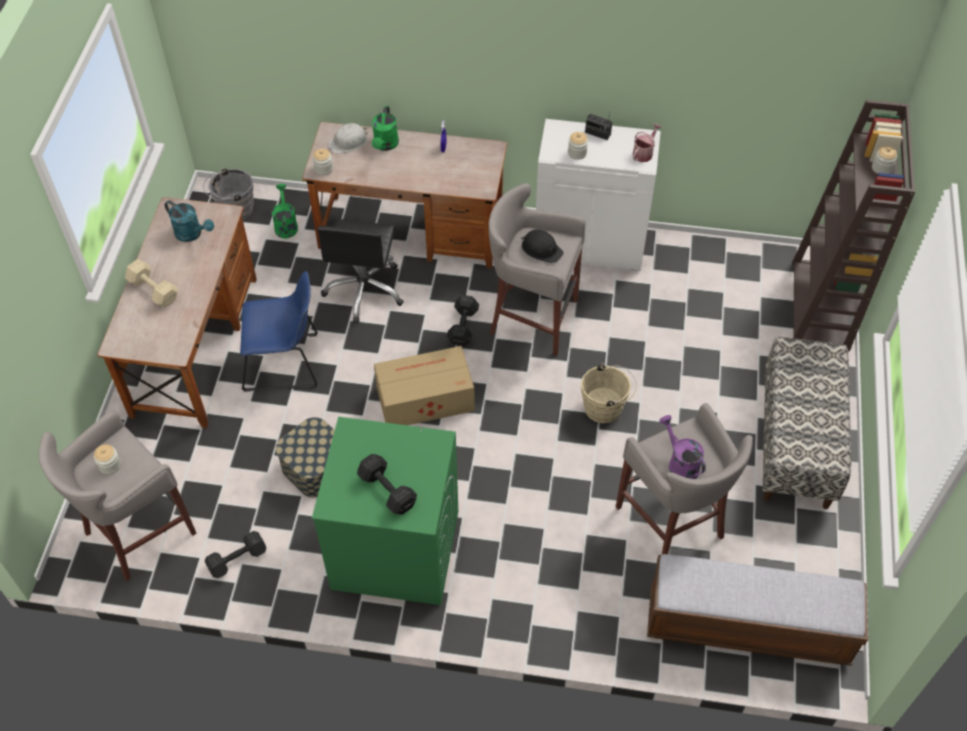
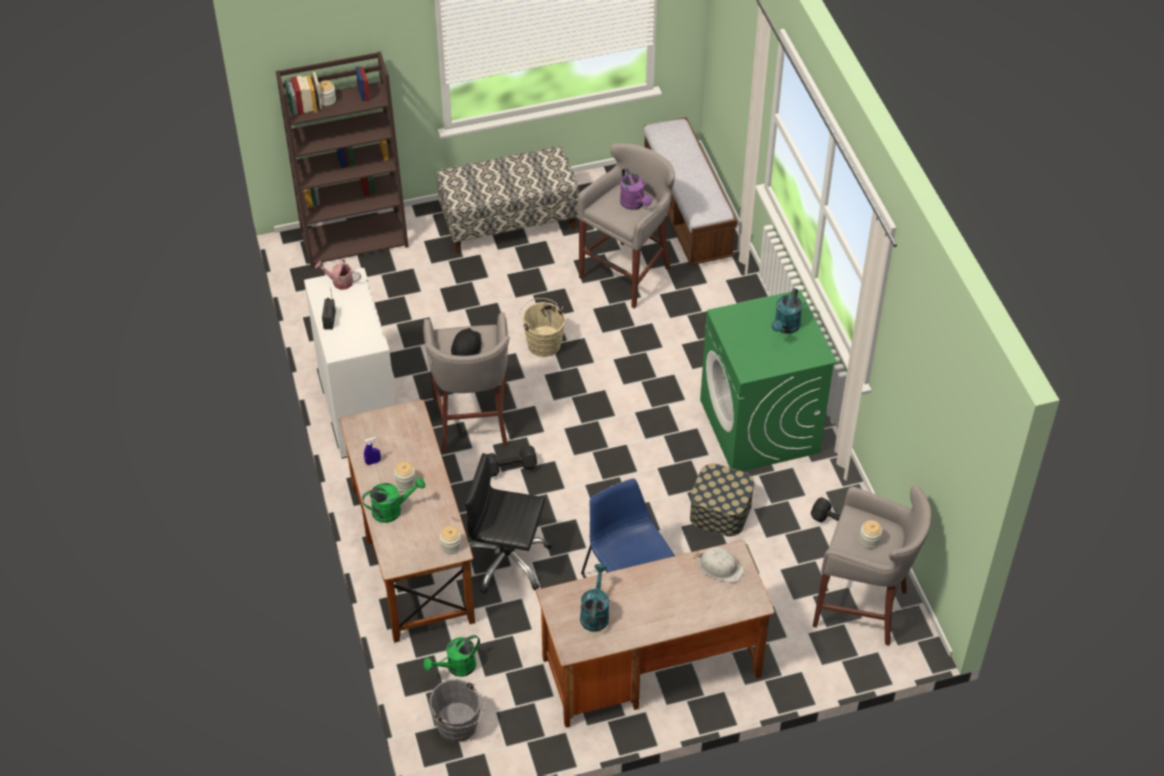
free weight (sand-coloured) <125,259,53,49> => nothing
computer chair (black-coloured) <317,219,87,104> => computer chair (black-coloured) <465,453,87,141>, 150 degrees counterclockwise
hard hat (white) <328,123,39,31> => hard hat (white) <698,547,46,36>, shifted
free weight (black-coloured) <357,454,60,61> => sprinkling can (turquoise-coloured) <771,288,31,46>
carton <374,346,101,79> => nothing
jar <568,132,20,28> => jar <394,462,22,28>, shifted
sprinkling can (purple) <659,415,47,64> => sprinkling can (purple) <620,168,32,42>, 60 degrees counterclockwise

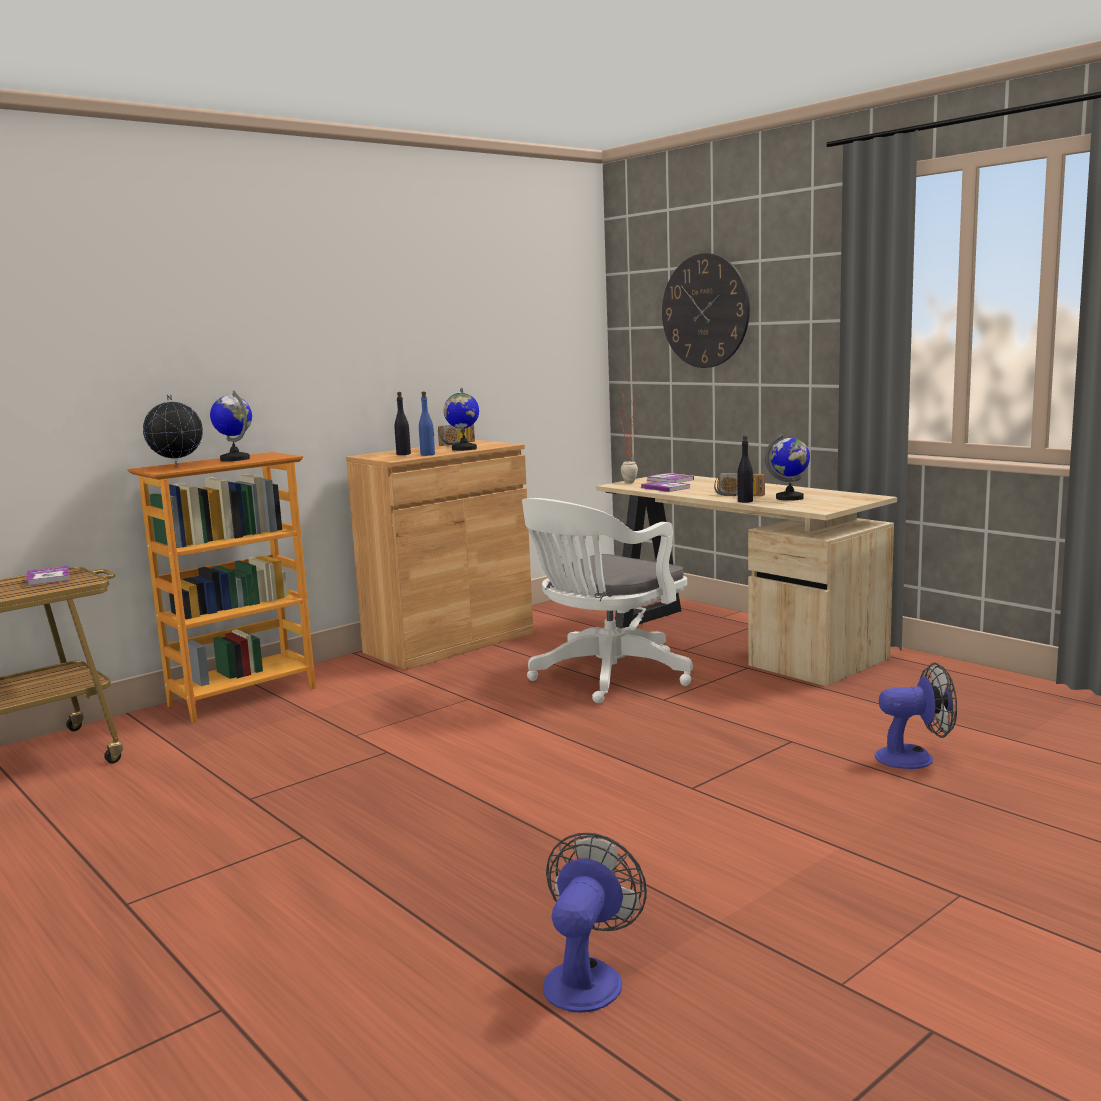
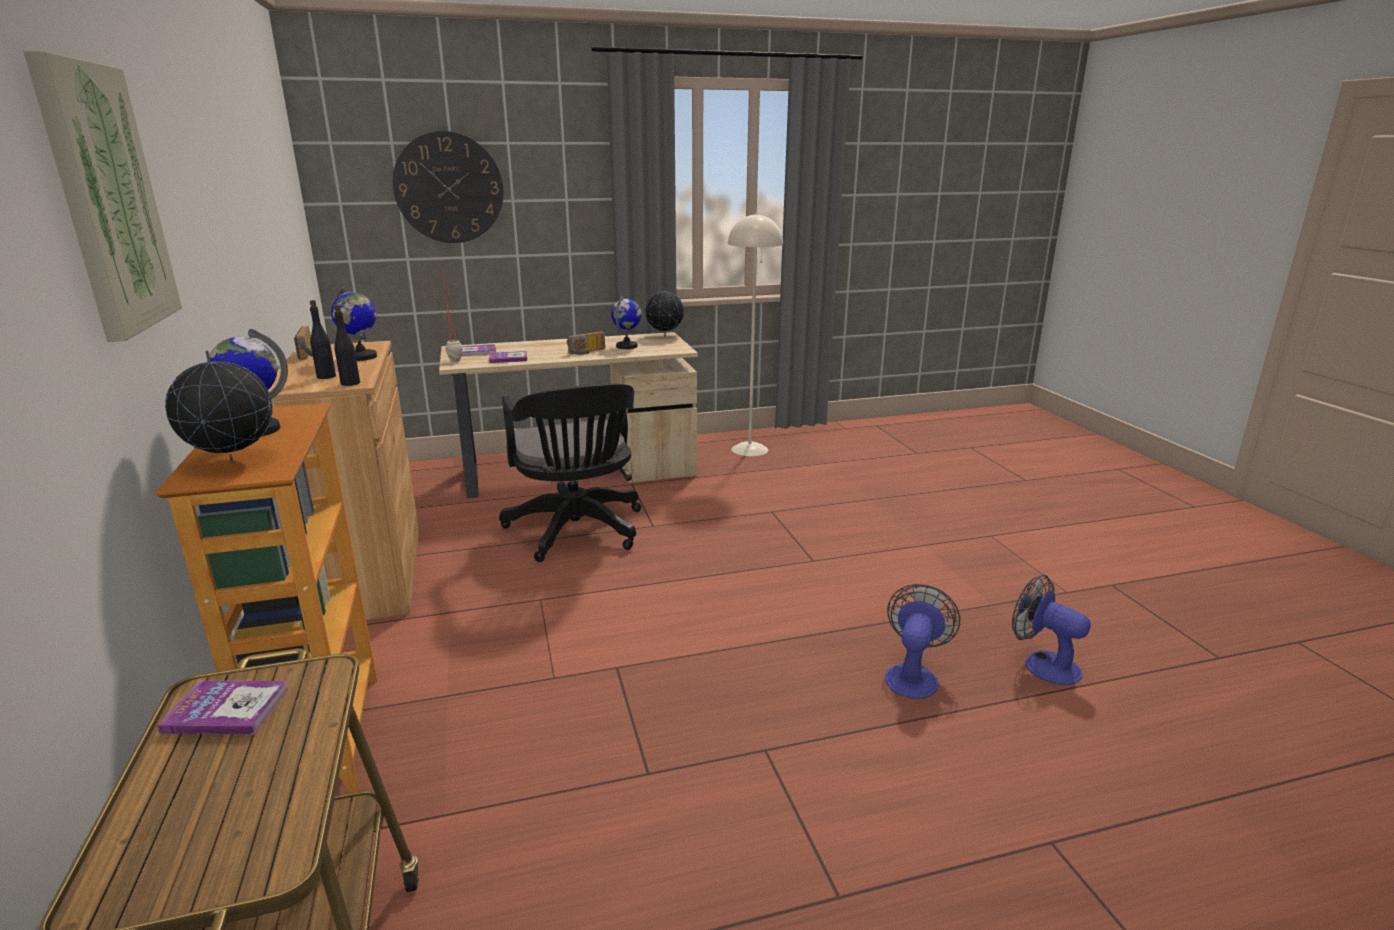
drink bottle (bluish) <419,392,16,64> => nothing
computer chair (white) <522,498,171,205> => computer chair (black-coloured) <499,384,142,178>
drink bottle (black-coloured) <738,436,16,67> => drink bottle (black-coloured) <334,305,26,81>, shifted
electric fan <875,663,82,106> => electric fan <885,584,75,115>, shifted
nothing => picture <23,51,159,291>
nothing => world globe <645,287,39,50>
nothing => standing lamp (sand-coloured) <728,213,55,243>

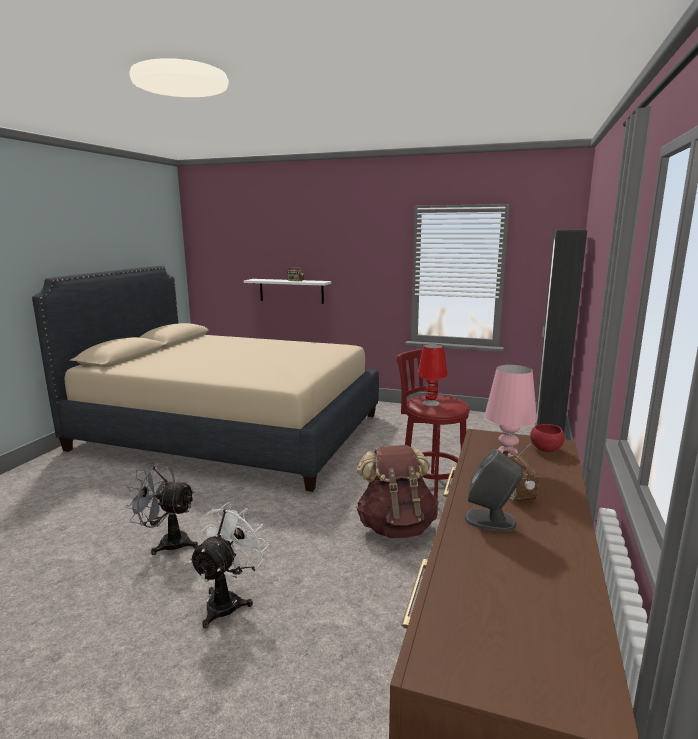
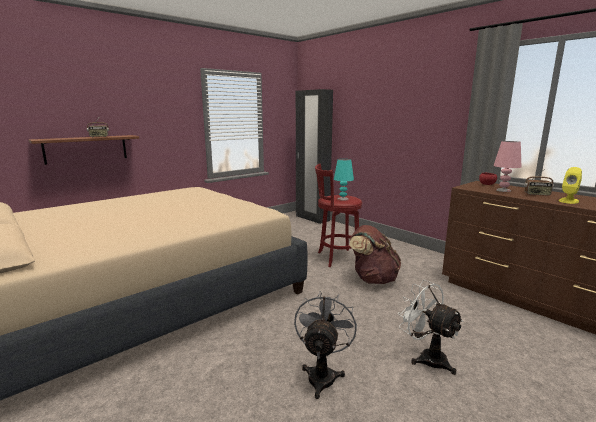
electric fan (greyish) <125,462,73,93> => electric fan (greyish) <294,291,63,108>, 150 degrees clockwise
bracket shelf (white) <244,279,87,25> => bracket shelf (brownish) <28,135,111,30>
lamp for a table (red-coloured) <417,344,31,62> => lamp for a table (turquoise-coloured) <334,159,20,42>
loudspeaker (greyish) <464,449,59,83> => loudspeaker (yellow-coloured) <559,167,23,37>

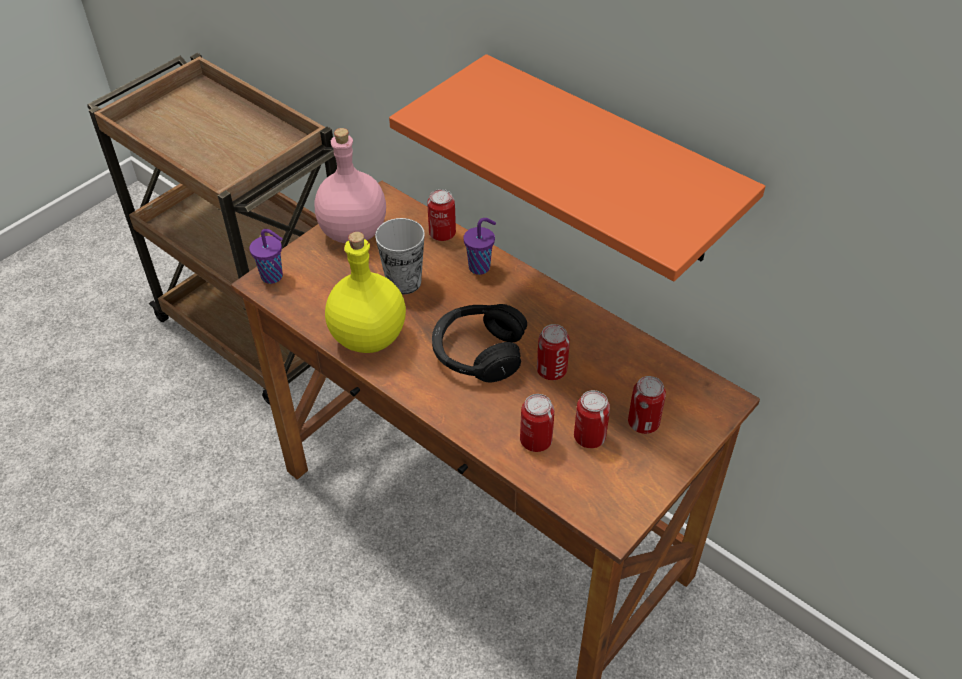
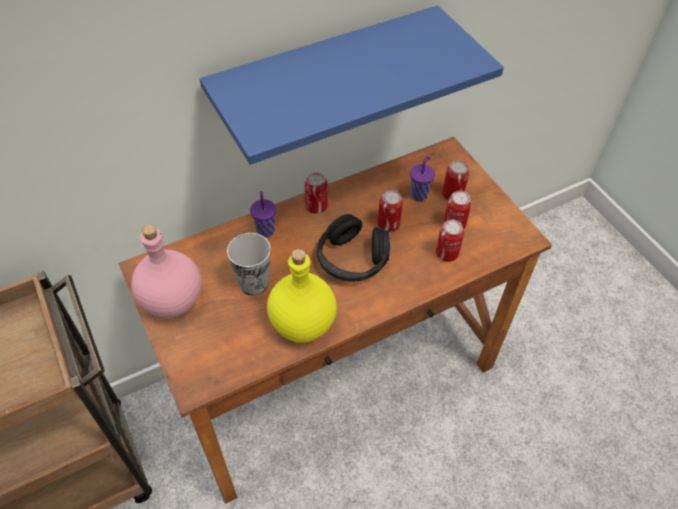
cup (purple) <249,229,34,55> => cup (purple) <410,156,25,45>, shifted
bracket shelf (orange-coloured) <389,54,376,227> => bracket shelf (bluish) <200,5,304,160>
metal can <427,189,29,52> => metal can <305,172,23,42>, shifted

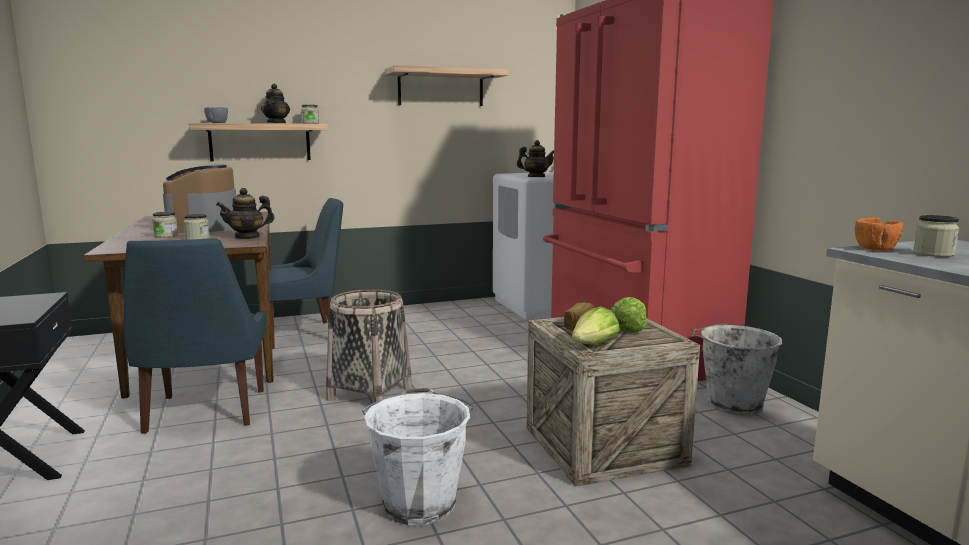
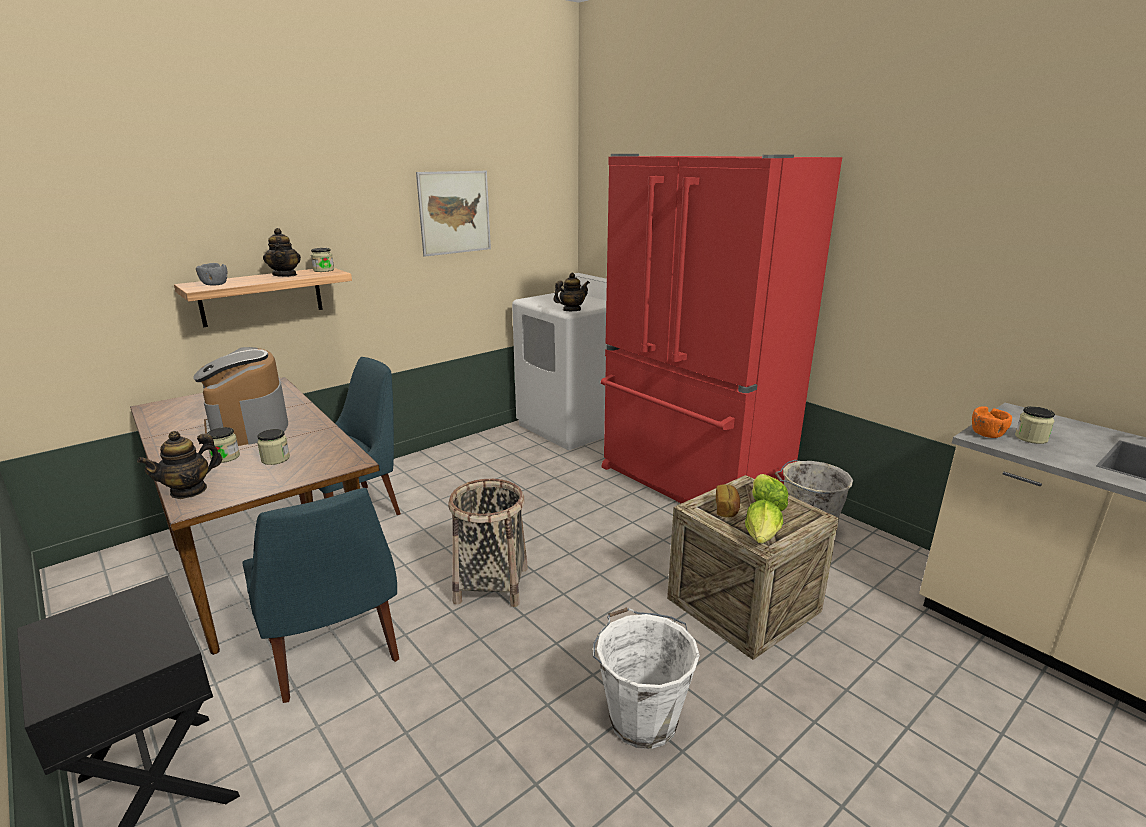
tea pot <216,188,58,51> => tea pot <137,431,85,68>, shifted
bracket shelf <385,65,124,41> => picture <416,171,75,86>

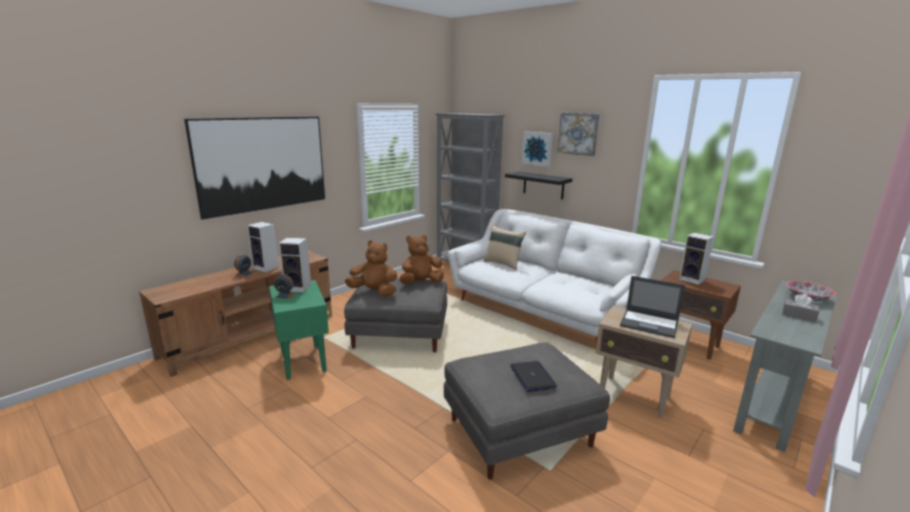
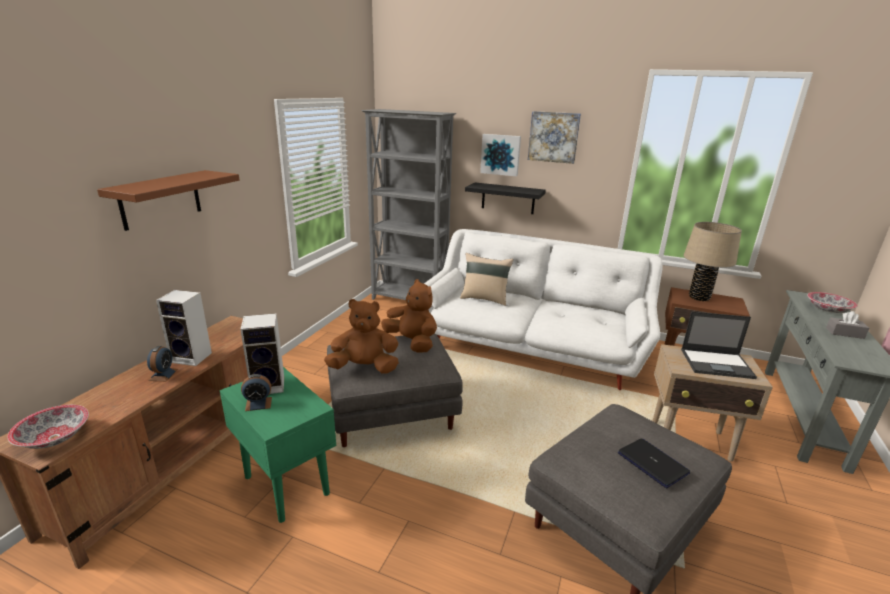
picture <184,117,141,103> => bracket shelf (brownish) <97,170,142,61>
plush toy (brownish) <399,235,45,49> => plush toy (brownish) <381,279,56,74>, 90 degrees clockwise
loudspeaker <679,233,35,52> => lamp for a table (sand-coloured) <684,222,58,79>
nothing => serving bowl <7,405,82,44>

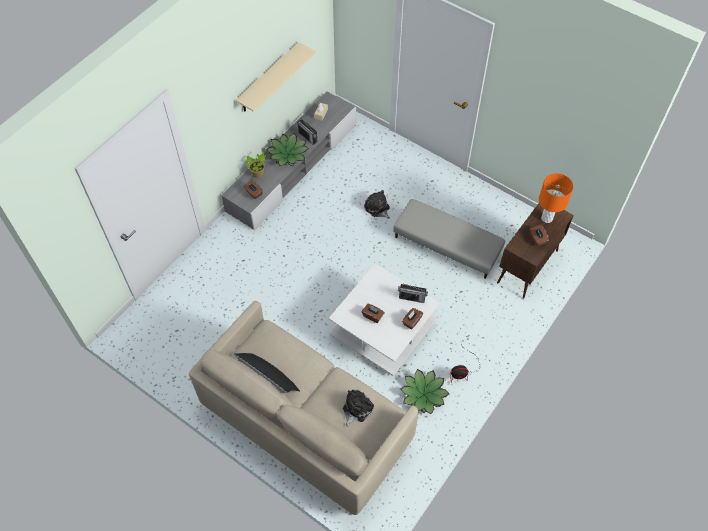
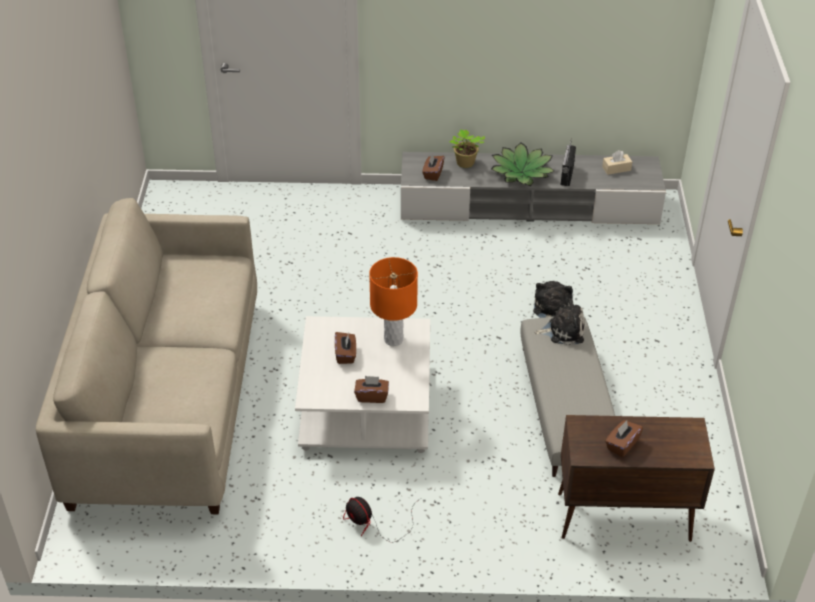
pillow (black-coloured) <234,353,66,40> => nothing
bracket shelf (sand-coloured) <236,42,80,70> => nothing
plush toy <343,390,31,37> => plush toy <535,298,50,47>, shifted
radio set <398,283,30,20> => nothing
plant in a pot <401,369,49,45> => nothing
lamp for a table (orange-coloured) <539,173,35,50> => lamp for a table (orange-coloured) <369,257,49,89>, shifted

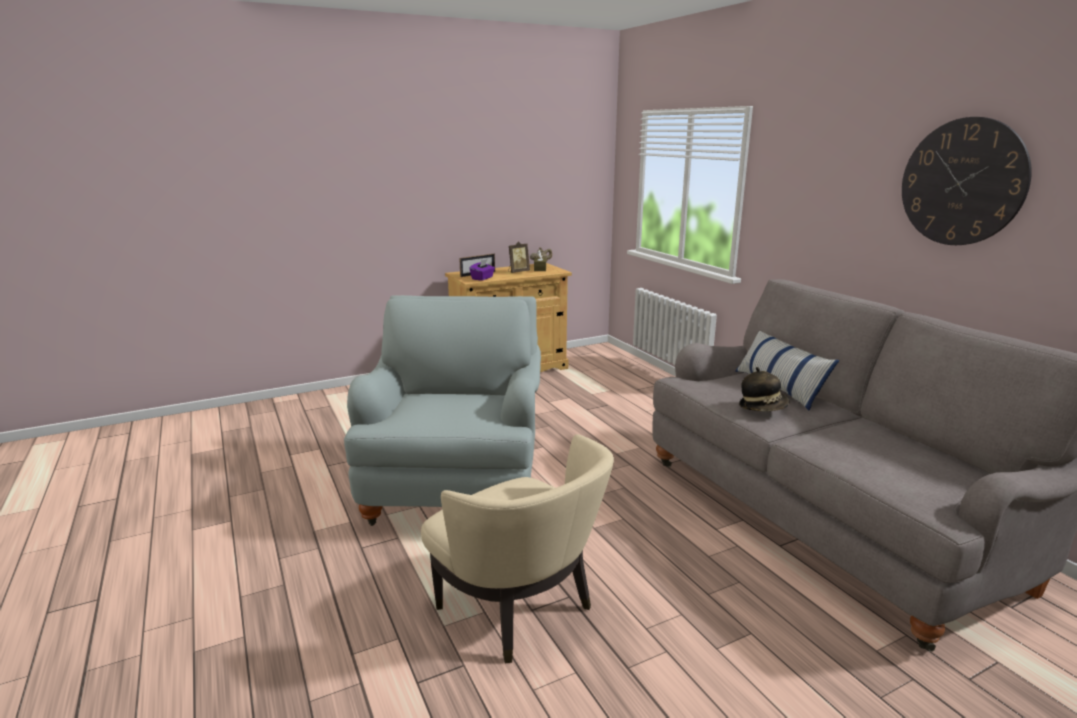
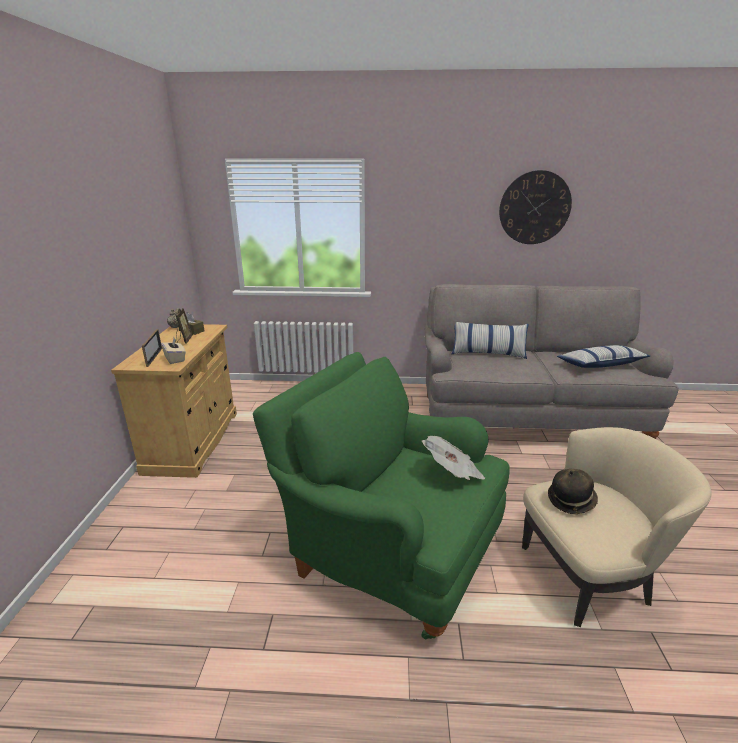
armchair (greyish) <344,295,197,231> => armchair (green) <253,352,257,287>
tissue box (purple) <469,259,26,22> => tissue box (sand-coloured) <161,338,25,26>
clothing hat <739,367,50,45> => clothing hat <548,469,50,45>, shifted
nothing => daily paper <422,436,63,44>
nothing => pillow <557,345,93,23>

